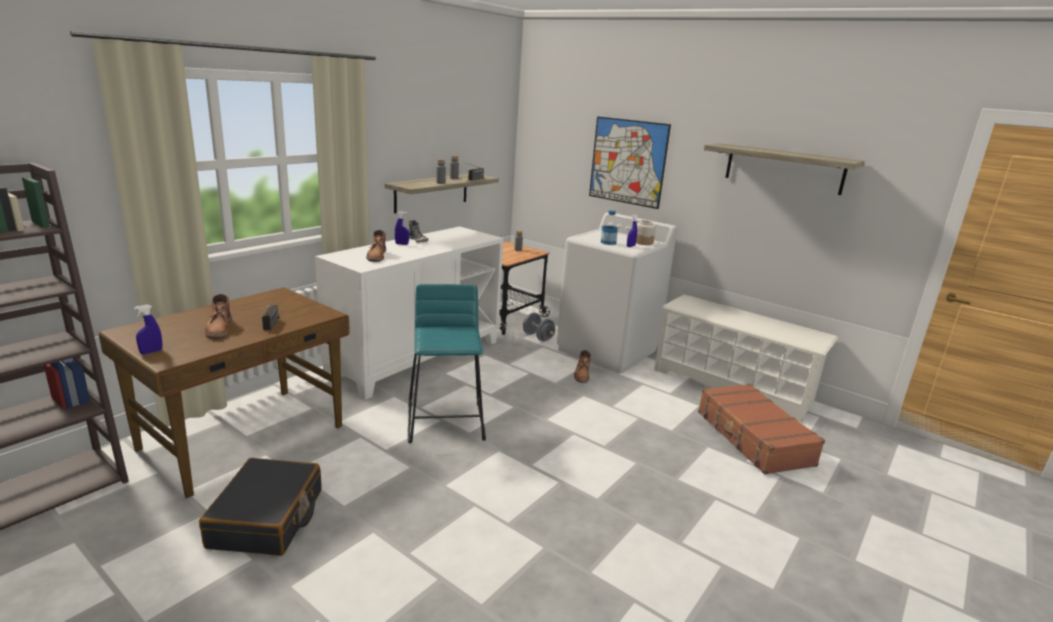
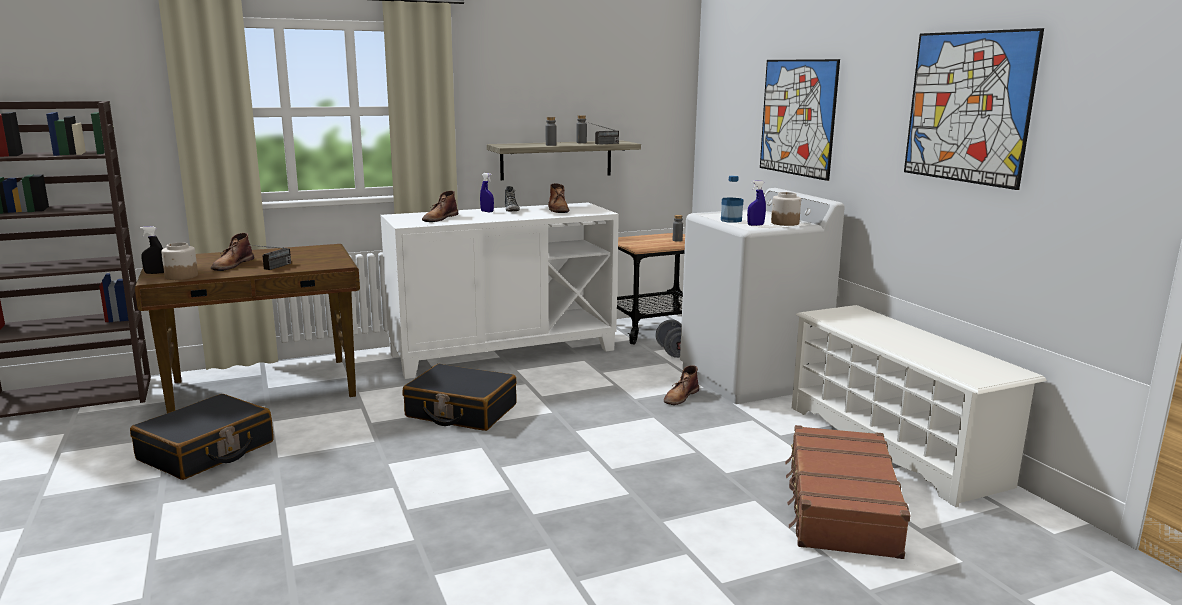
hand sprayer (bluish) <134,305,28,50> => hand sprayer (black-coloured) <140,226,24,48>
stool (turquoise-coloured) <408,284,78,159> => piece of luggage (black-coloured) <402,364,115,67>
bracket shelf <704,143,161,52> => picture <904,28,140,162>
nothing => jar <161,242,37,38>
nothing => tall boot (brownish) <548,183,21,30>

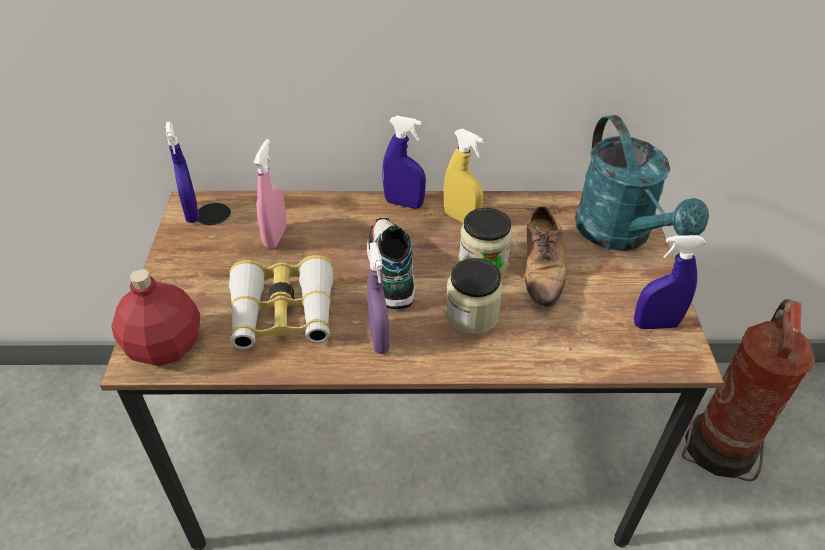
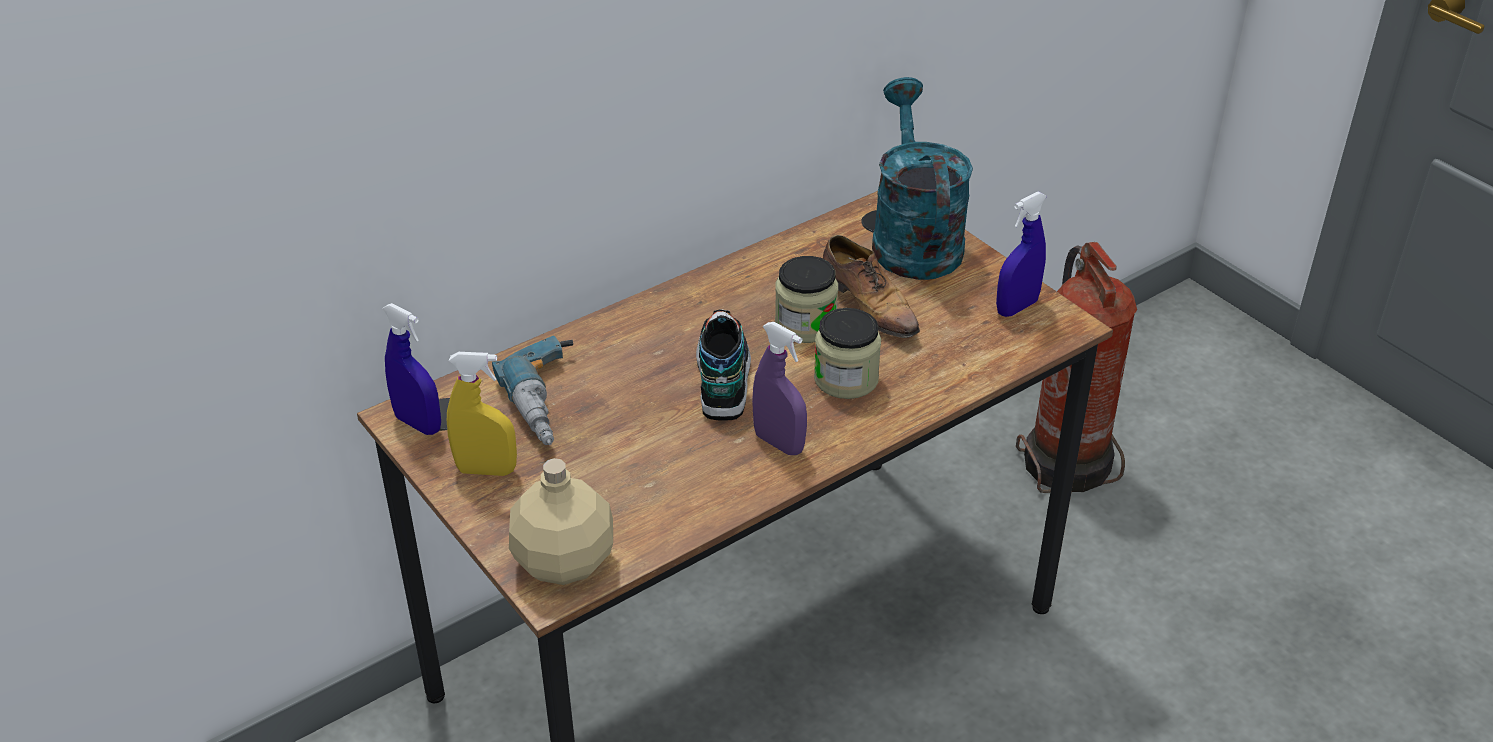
drink bottle (red-coloured) <111,269,89,97> => drink bottle (sand-coloured) <509,458,104,127>
pair of binoculars <229,255,104,94> => nothing
hand sprayer (pinkish) <253,139,34,110> => power drill <492,336,81,109>
low shoe <367,218,48,91> => low shoe <696,309,55,112>, 45 degrees clockwise
hand sprayer (bluish) <382,116,44,93> => nothing
hand sprayer (yellow-coloured) <444,129,40,94> => hand sprayer (yellow-coloured) <447,352,70,124>, shifted
sprinkling can (turquoise-coloured) <575,115,134,136> => sprinkling can (turquoise-coloured) <872,77,101,203>, 135 degrees counterclockwise

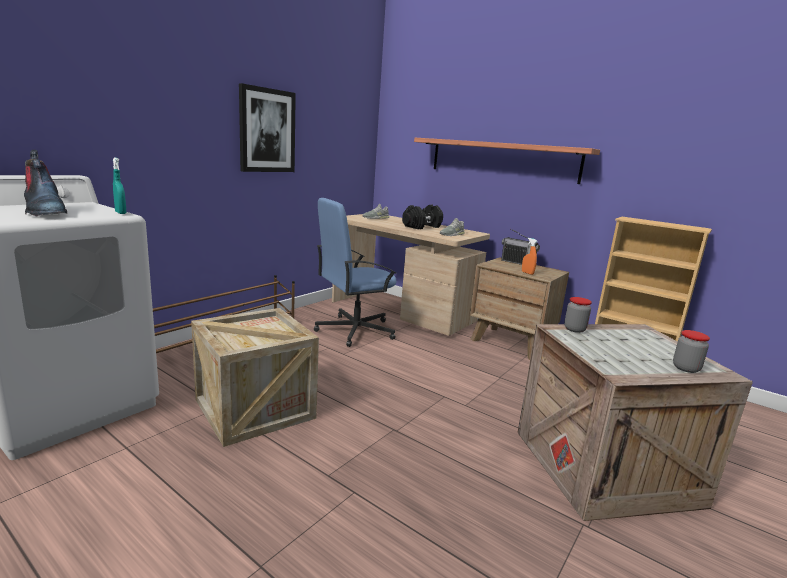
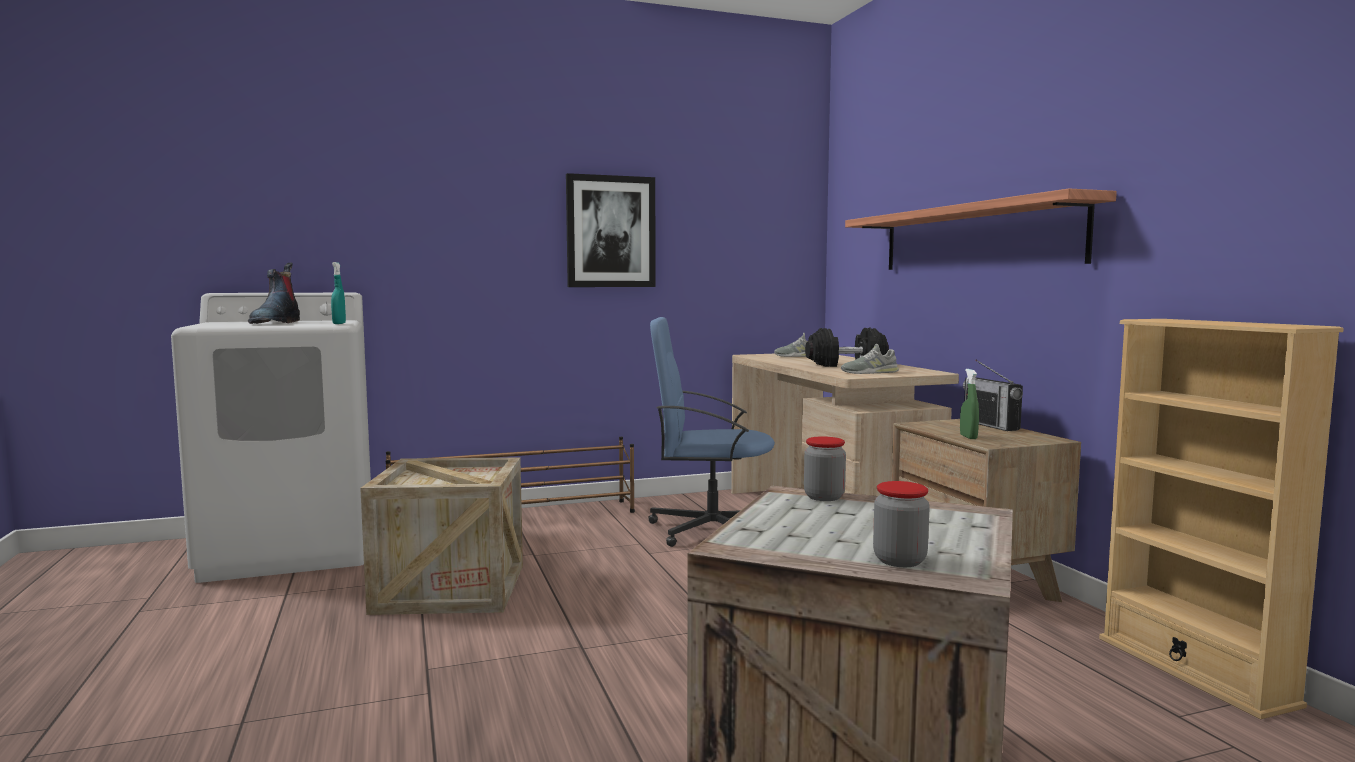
hand sprayer (orange-coloured) <522,238,16,37> => hand sprayer (green) <960,369,19,70>

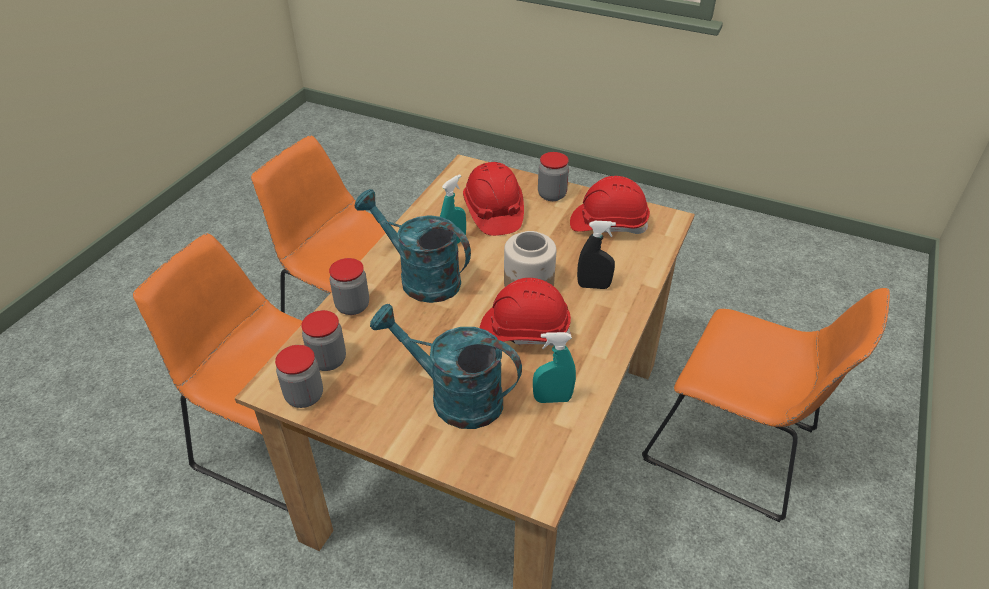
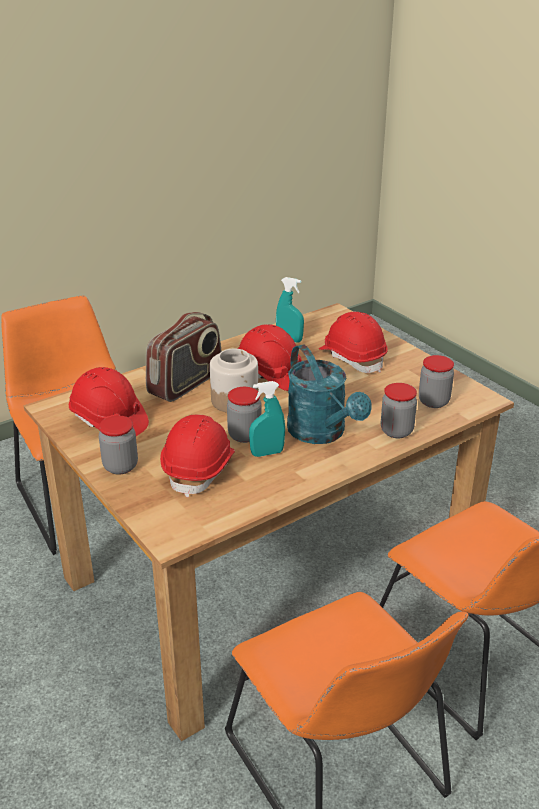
jar <275,345,48,63> => jar <227,387,35,56>, shifted
sprinkling can (turquoise-coloured) <370,304,152,125> => hard hat (red-coloured) <319,312,69,61>
hand sprayer (black-coloured) <577,221,39,68> => radio set <146,312,76,90>

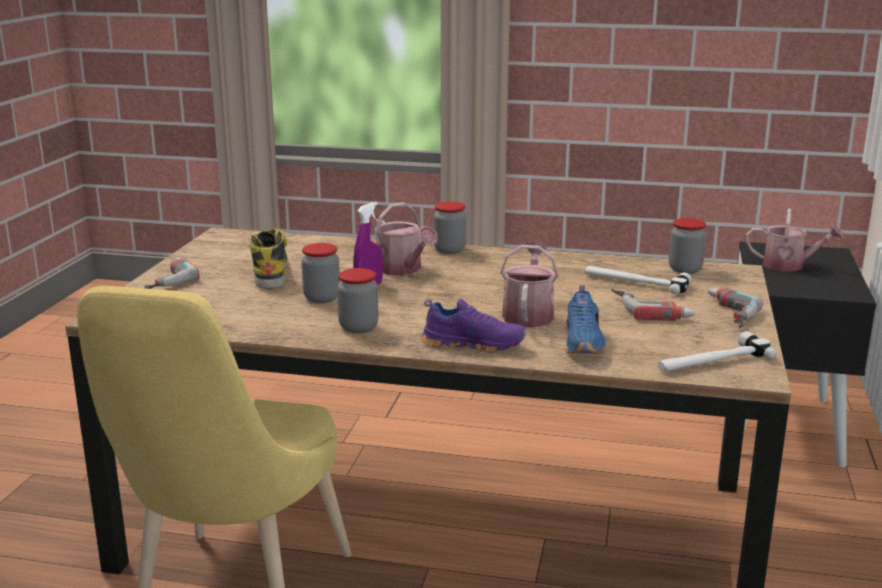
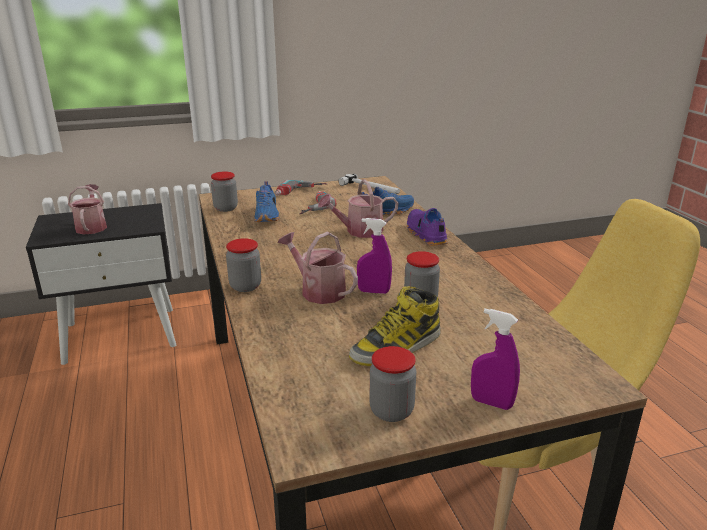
power drill <144,258,55,31> => hand sprayer (purple) <471,308,49,102>
jar <337,268,42,65> => jar <369,346,47,76>, shifted
sprinkling can <374,202,64,73> => sprinkling can <278,232,80,72>, 75 degrees counterclockwise
hand hammer <585,266,107,28> => low shoe (bluish) <254,181,25,41>

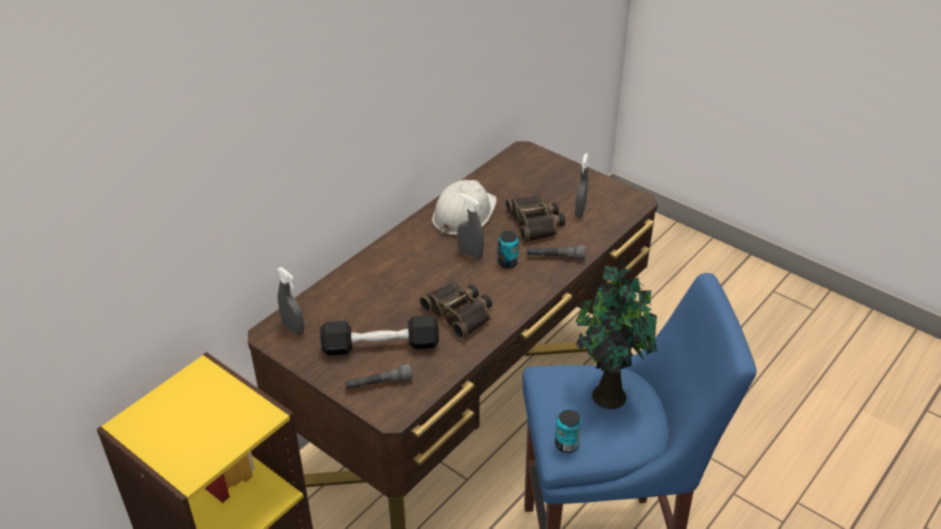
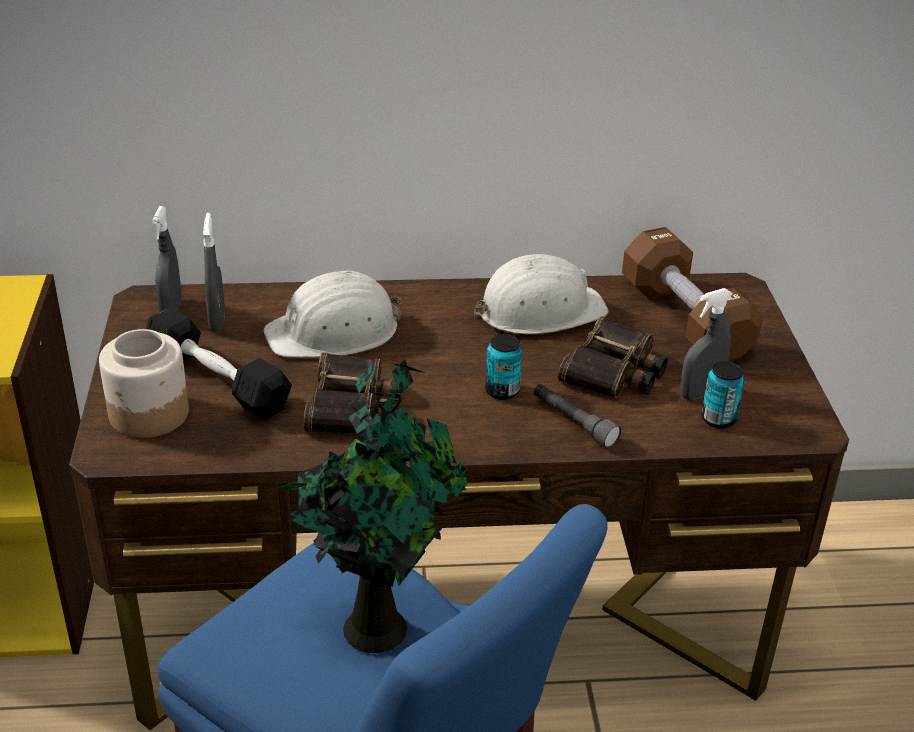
hand torch (greyish) <345,364,67,25> => jar <99,329,90,109>
hand sprayer (greyish) <457,193,27,67> => hand sprayer (greyish) <203,213,22,119>, shifted
metal can <555,410,27,43> => metal can <701,361,44,68>, shifted
nothing => hard hat (white) <264,271,137,87>
nothing => free weight (brownish) <622,227,141,135>

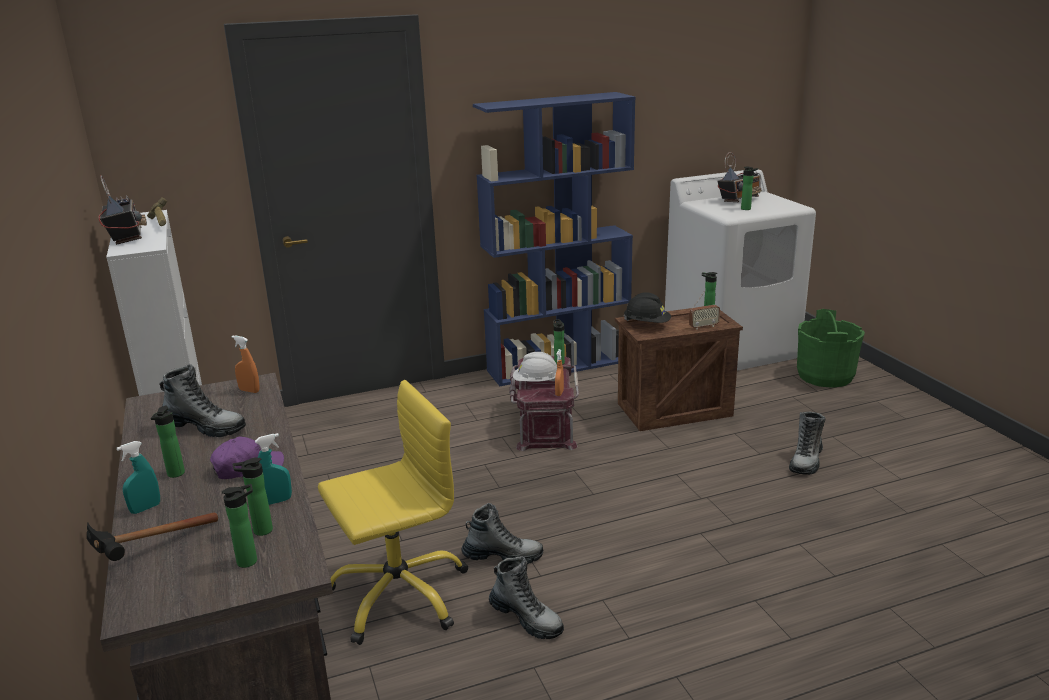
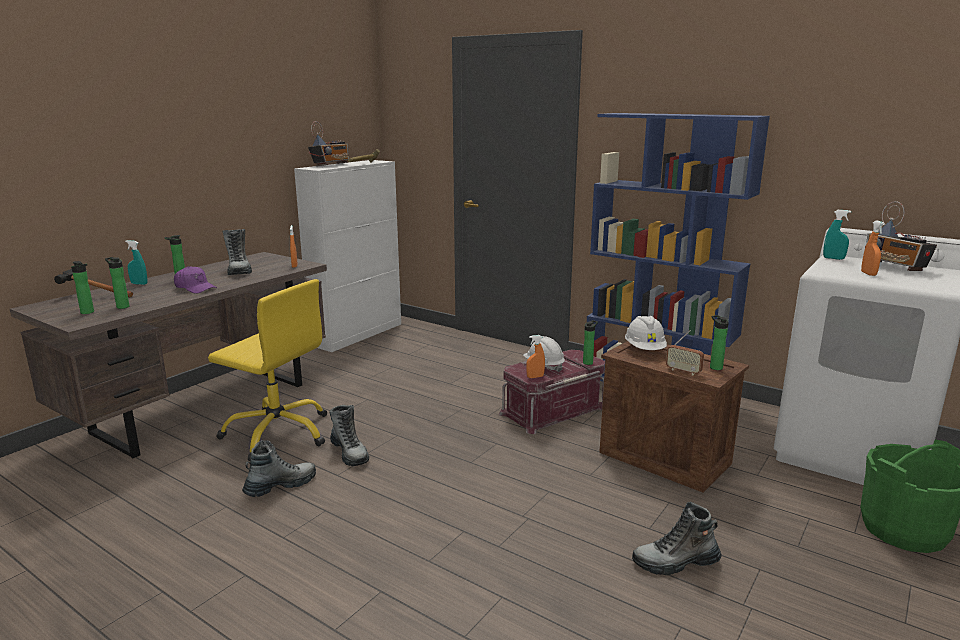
hand sprayer (turquoise-coloured) <255,433,37,72> => hand sprayer (turquoise-coloured) <823,210,28,50>, shifted
tall boot <489,556,75,83> => tall boot <242,440,74,57>, 135 degrees counterclockwise
hard hat (black-coloured) <624,292,47,31> => hard hat (white) <625,316,42,34>
radio set <718,152,44,50> => radio set <865,201,72,70>, 45 degrees clockwise
drink bottle <741,167,17,43> => hand sprayer (orange-coloured) <861,221,24,55>

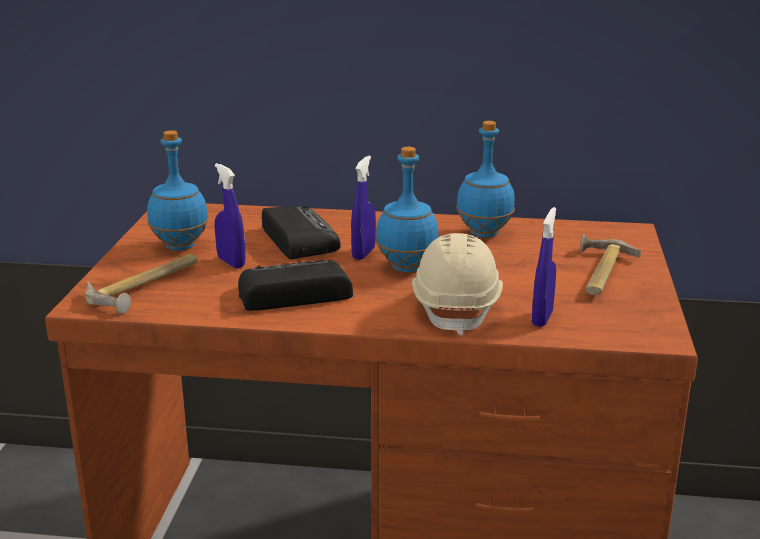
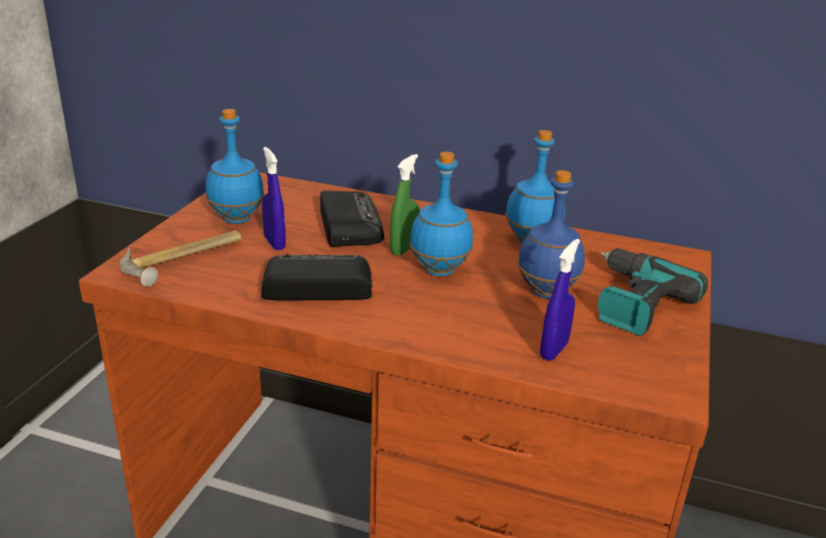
hand sprayer (bluish) <351,156,25,104> => hand sprayer (green) <390,154,30,102>
hard hat (sand-coloured) <412,233,91,102> => nothing
hand hammer <580,234,61,61> => power drill <598,248,110,88>
nothing => drink bottle (bluish) <518,170,67,129>

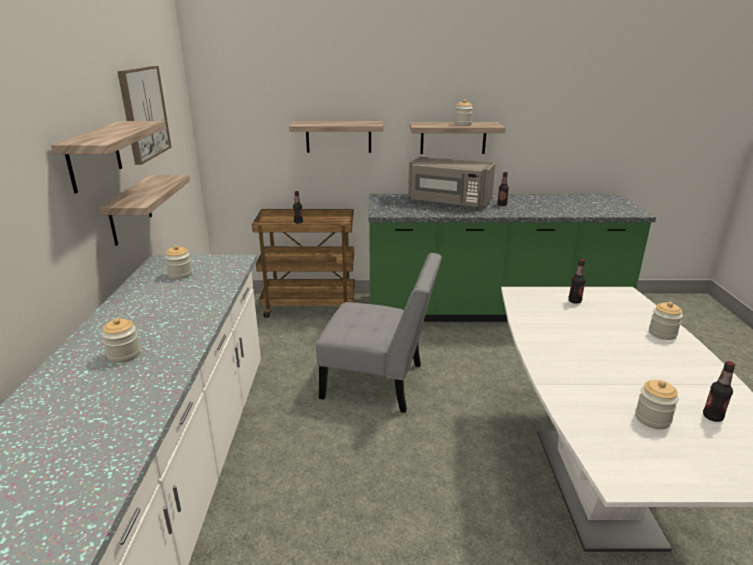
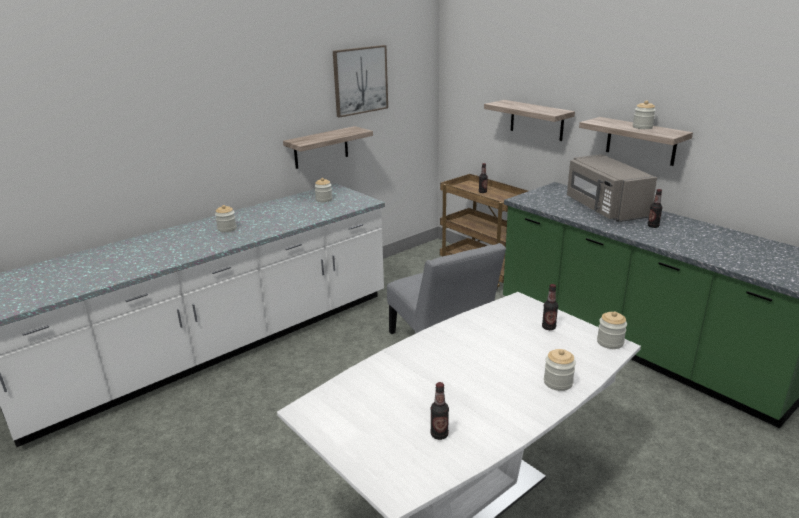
bracket shelf <51,121,114,72> => nothing
jar <635,380,44,49> => jar <597,311,30,38>, shifted

